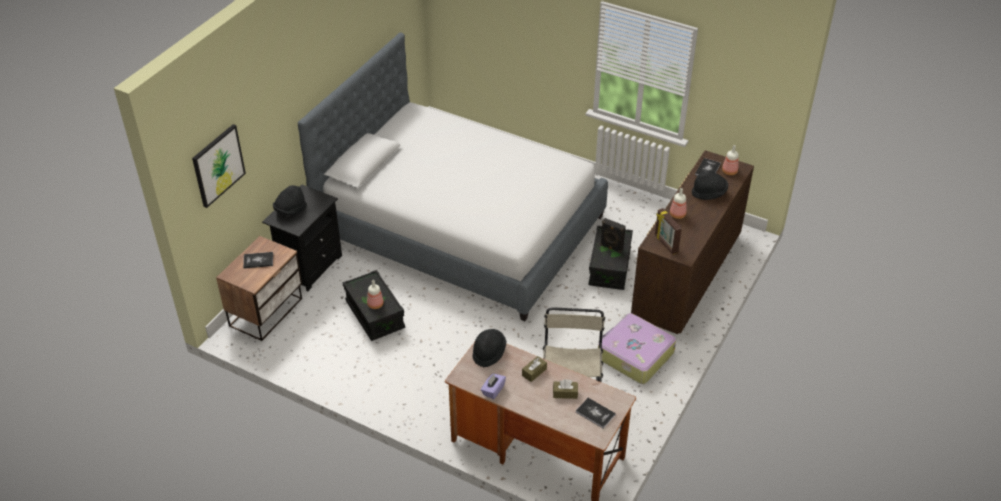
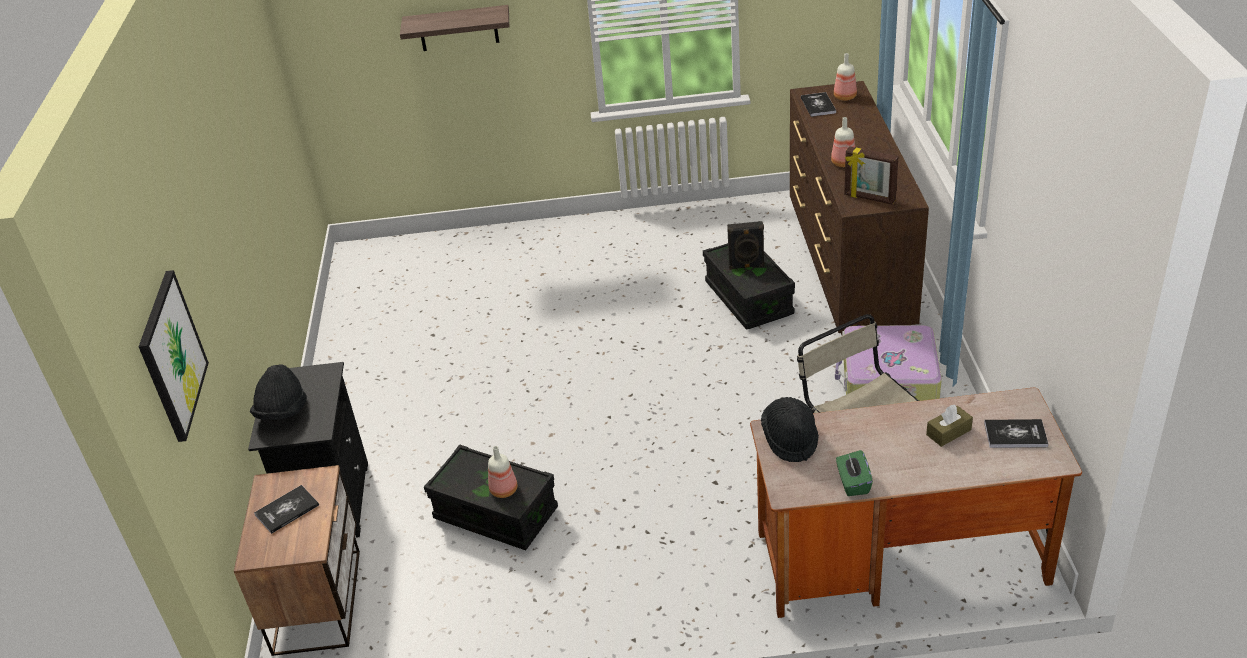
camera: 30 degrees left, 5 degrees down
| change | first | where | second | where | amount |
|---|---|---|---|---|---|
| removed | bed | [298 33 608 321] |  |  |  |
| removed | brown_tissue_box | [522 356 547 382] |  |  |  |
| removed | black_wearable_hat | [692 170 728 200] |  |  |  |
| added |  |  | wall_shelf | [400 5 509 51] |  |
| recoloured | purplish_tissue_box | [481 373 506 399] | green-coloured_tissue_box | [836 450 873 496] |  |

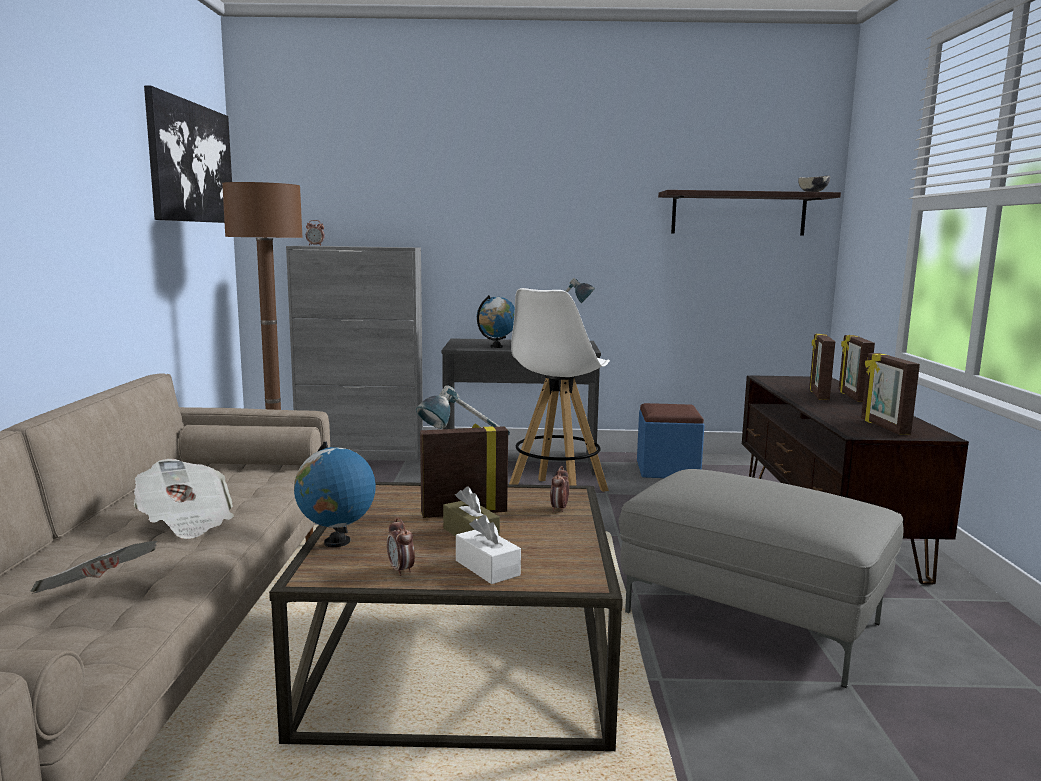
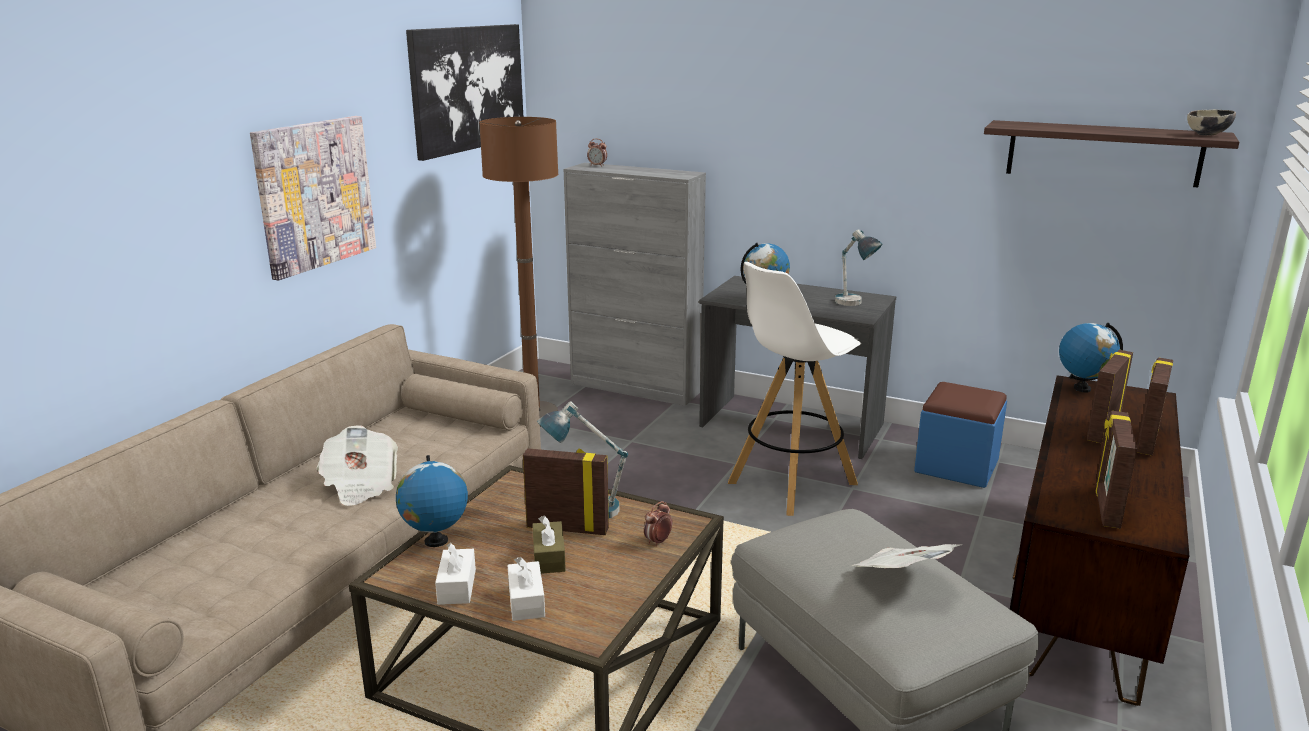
camera: 25 degrees right, 10 degrees up
| change | first | where | second | where | amount |
|---|---|---|---|---|---|
| added |  |  | wall_art | [250 116 376 281] |  |
| added |  |  | globe | [1059 322 1123 393] |  |
| moved | newspaper | [31 541 157 594] |  | [851 544 960 568] |  |
| replaced | bedside_clock | [387 517 415 576] | white_tissue_box | [435 543 476 605] |  |

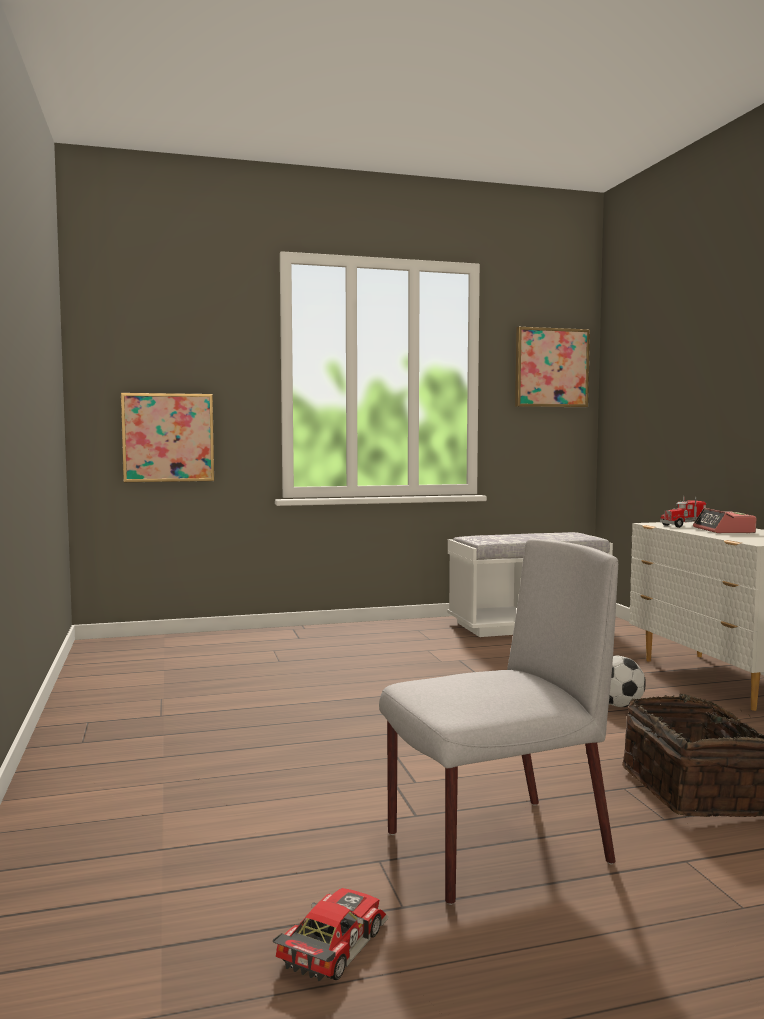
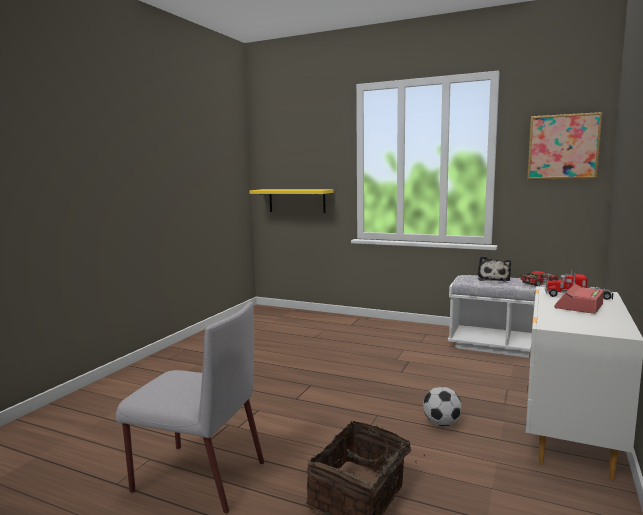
camera: 40 degrees right, 5 degrees up
| change | first | where | second | where | amount |
|---|---|---|---|---|---|
| added |  |  | plush_toy | [478 256 511 282] |  |
| moved | miniature_car | [273 888 388 981] |  | [520 271 559 286] |  |
| replaced | wall_art | [121 393 214 482] | yellow_wall_shelf | [249 189 333 213] |  |

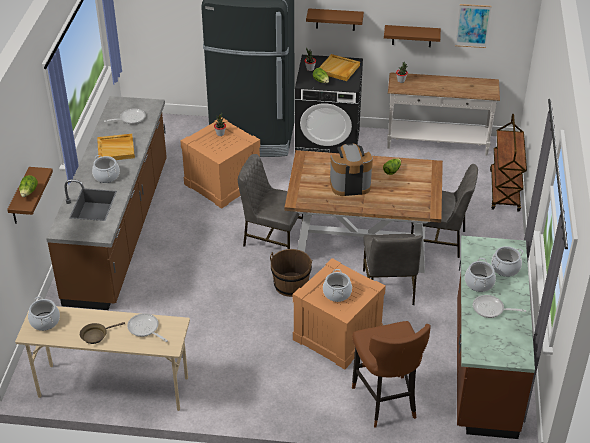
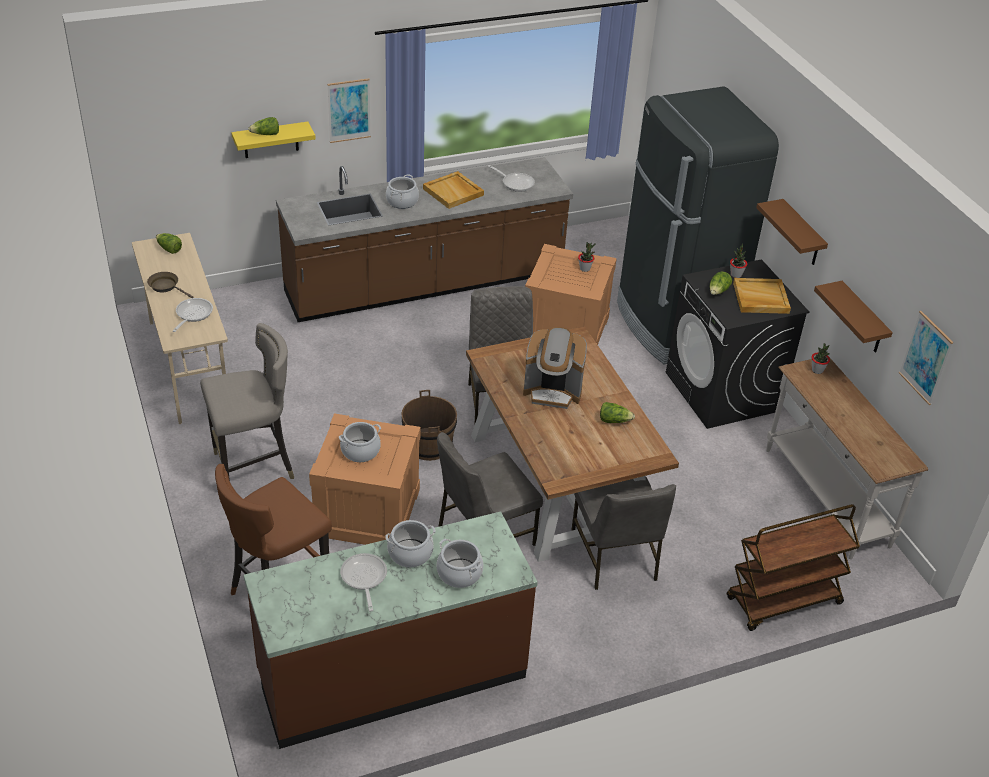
camera: 60 degrees right, 0 degrees up
| change | first | where | second | where | amount |
|---|---|---|---|---|---|
| added |  |  | greyish_sitting_stool | [200 323 294 481] |  |
| added |  |  | wall_art | [327 78 371 143] |  |
| replaced | saucepot | [28 296 60 331] | head_of_lettuce | [156 233 182 254] |  |
| recoloured | brown_wall_shelf | [7 167 53 224] | yellow_wall_shelf | [231 122 316 158] |  |
| turned | coffee_machine | [330 143 373 196] |  | [523 327 587 409] | 135 degrees clockwise |

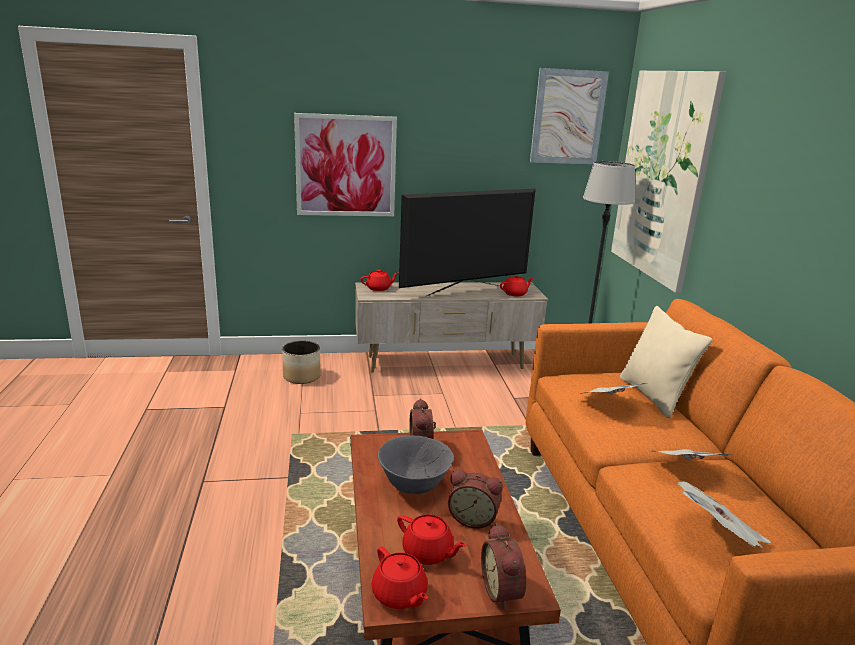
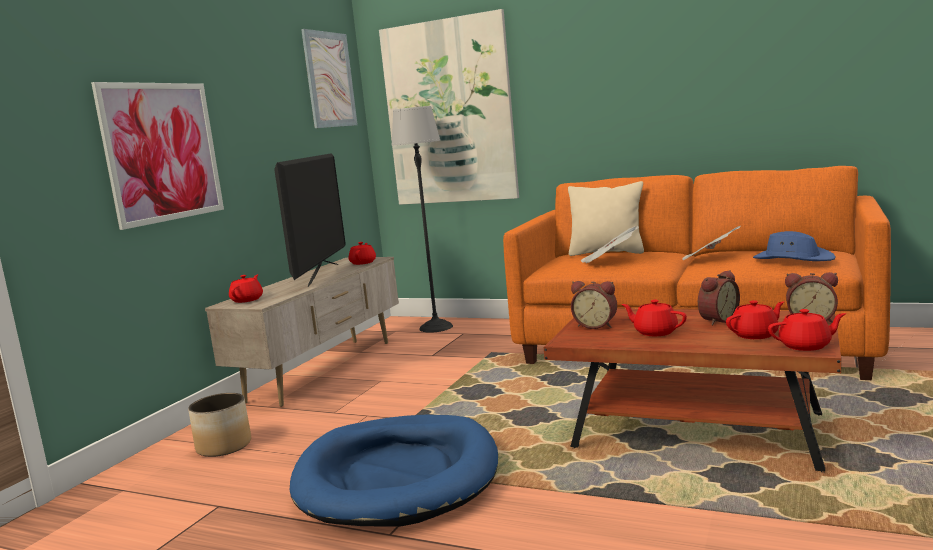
camera: 55 degrees left, 10 degrees down
| change | first | where | second | where | amount |
|---|---|---|---|---|---|
| added |  |  | blue-coloured_dog_cushion | [290 415 498 527] |  |
| replaced | greyish_serving_bowl | [378 436 454 494] | reddish_tea_pot | [621 300 687 336] |  |
| replaced | newspaper | [678 481 771 548] | blue-coloured_wearable_hat | [753 231 835 261] |  |

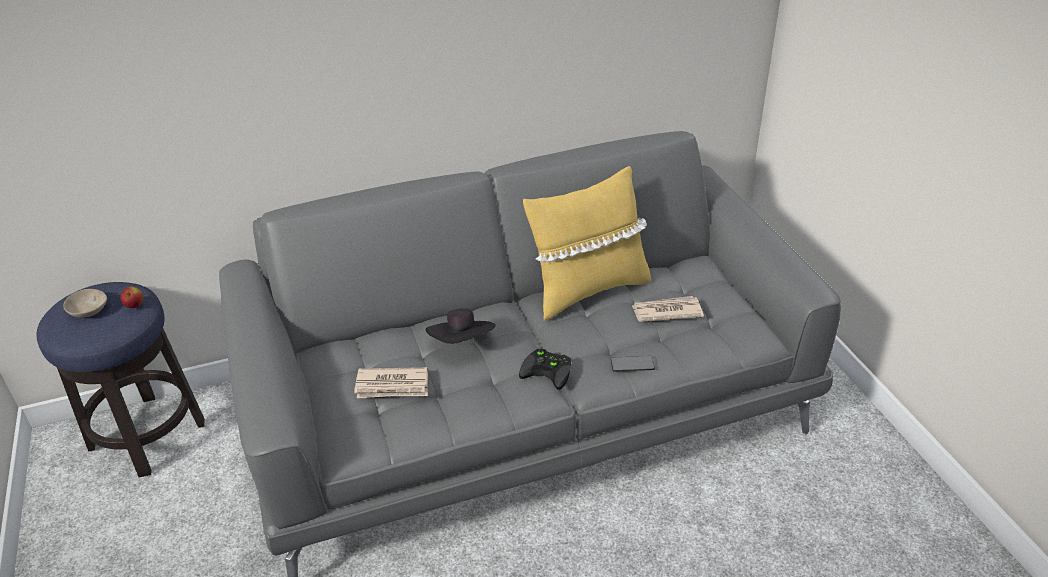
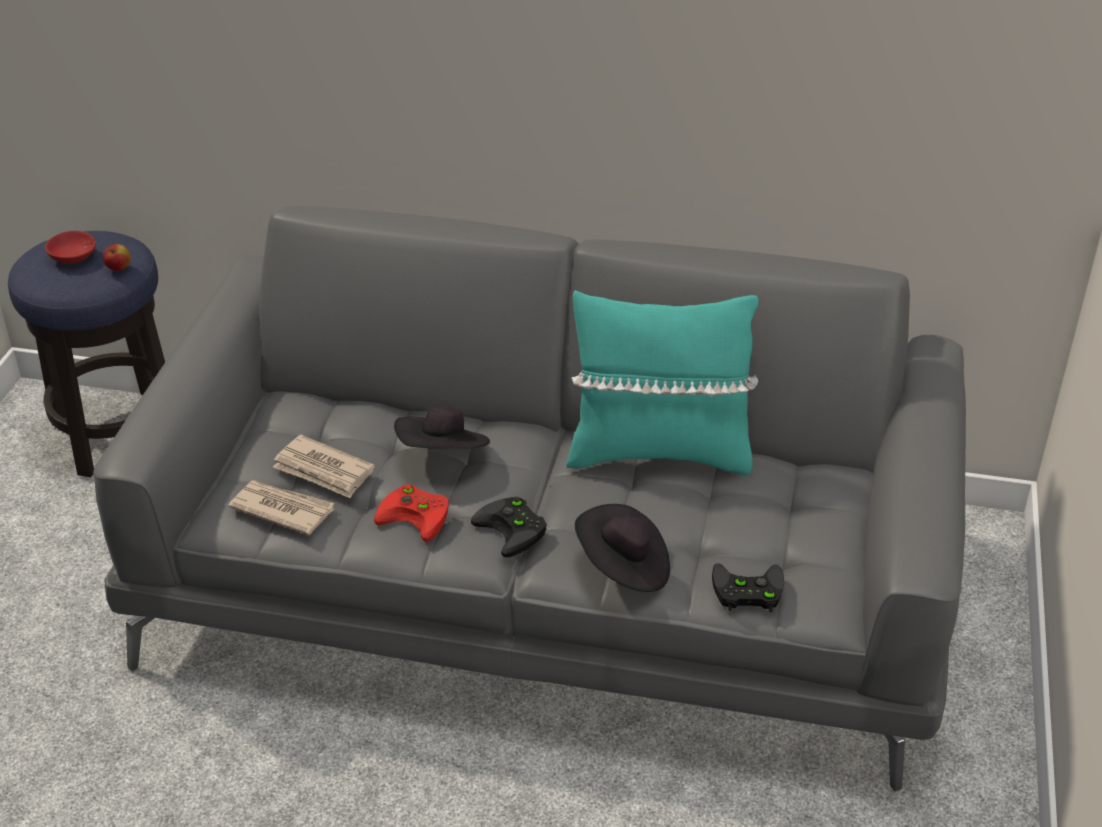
camera: 30 degrees right, 0 degrees up
| change | first | where | second | where | amount |
|---|---|---|---|---|---|
| added |  |  | reddish_game_controller | [374 484 449 542] |  |
| added |  |  | black_game_controller | [712 563 784 612] |  |
| moved | newspaper | [631 296 704 322] |  | [228 480 335 535] |  |
| replaced | handset | [611 356 655 372] | black_wearable_hat | [575 504 670 592] |  |
| recoloured | beige_serving_bowl | [63 289 107 318] | reddish_serving_bowl | [45 231 96 264] |  |
| recoloured | yellow_throw_pillow | [523 166 651 321] | turquoise_throw_pillow | [566 290 758 475] |  |

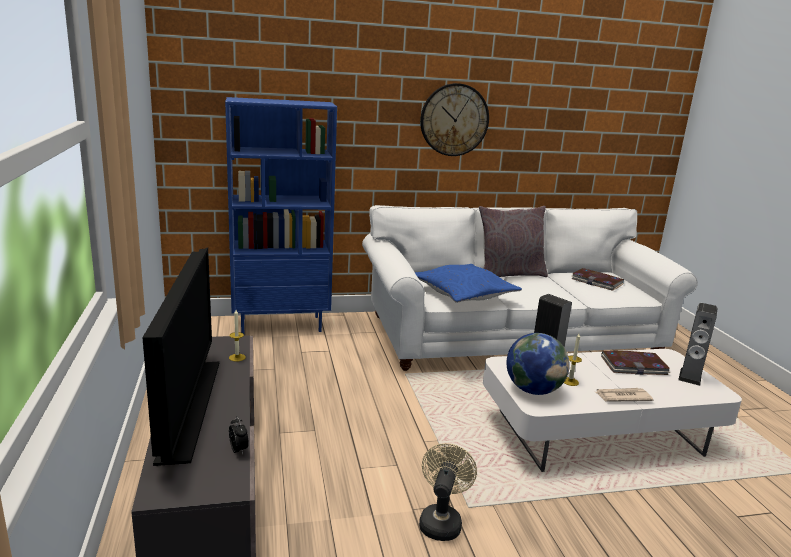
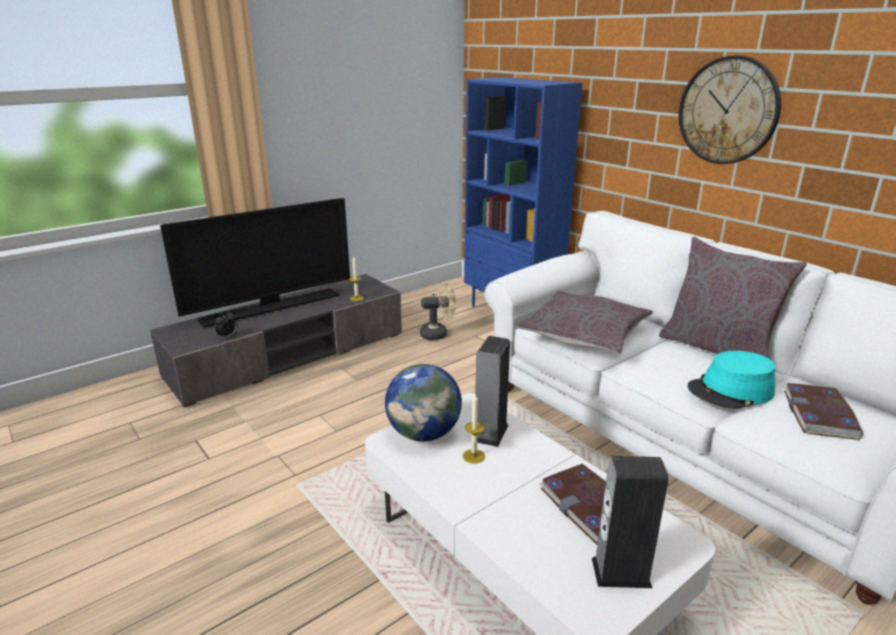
camera: 65 degrees right, 5 degrees up
| change | first | where | second | where | amount |
|---|---|---|---|---|---|
| removed | newspaper | [596 388 654 402] |  |  |  |
| added |  |  | turquoise_wearable_hat | [688 351 775 409] |  |
| moved | beige_cooling_fan | [419 443 477 541] |  | [420 283 456 340] |  |
| recoloured | blue-coloured_throw_pillow | [415 264 522 303] | greyish_throw_pillow | [515 291 653 354] |  |

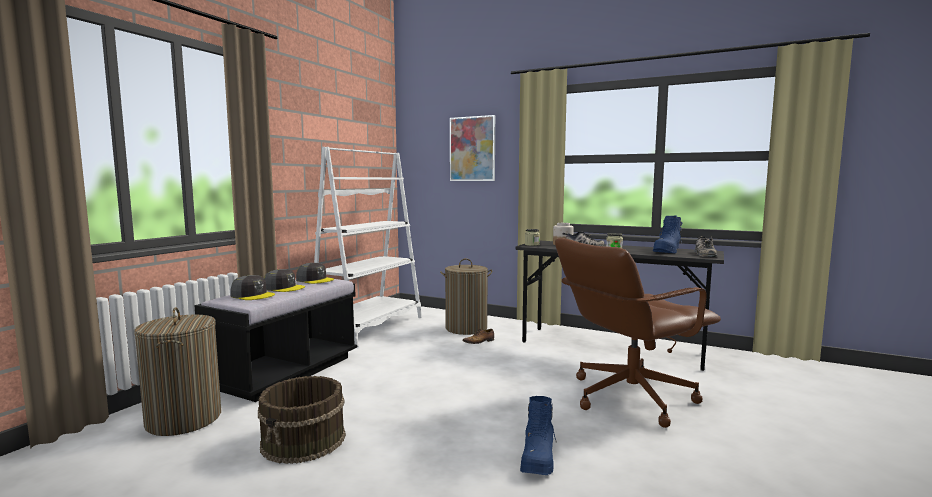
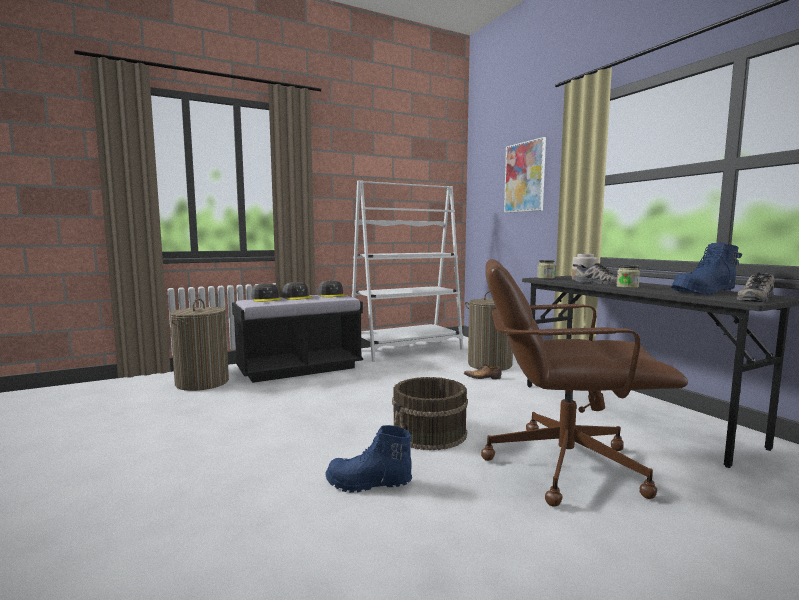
camera: 35 degrees right, 0 degrees up
| change | first | where | second | where | amount |
|---|---|---|---|---|---|
| moved | brown_bucket | [258 376 346 464] |  | [392 377 468 451] |  |
| turned | blue-coloured_high-top_boot | [520 396 557 475] |  | [325 425 412 493] | 45 degrees clockwise |

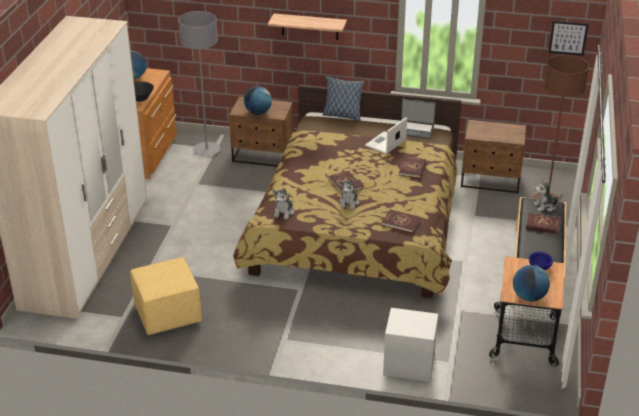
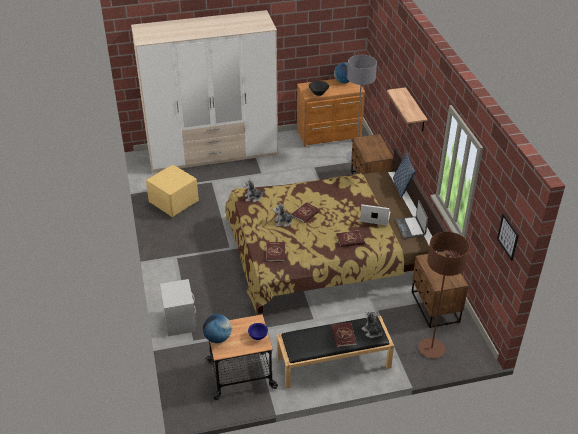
camera: 65 degrees right, 5 degrees up
| change | first | where | second | where | amount |
|---|---|---|---|---|---|
| removed | globe | [244 86 272 115] |  |  |  |

